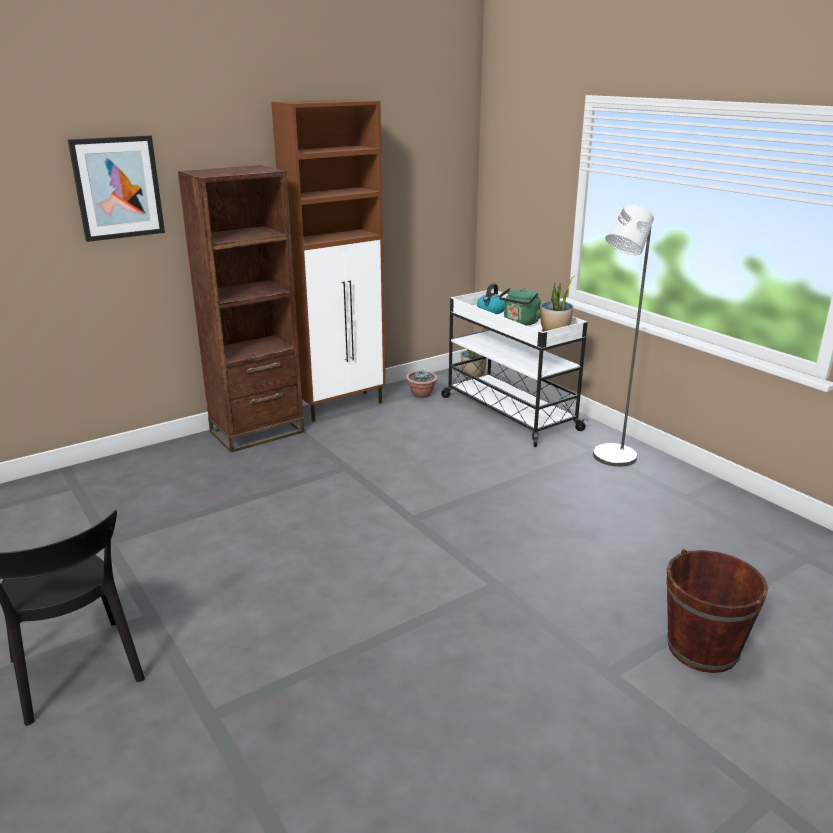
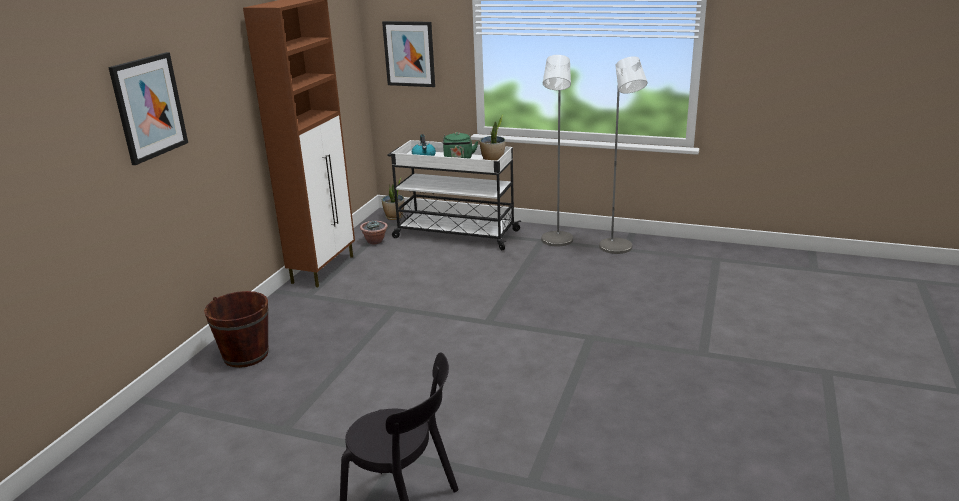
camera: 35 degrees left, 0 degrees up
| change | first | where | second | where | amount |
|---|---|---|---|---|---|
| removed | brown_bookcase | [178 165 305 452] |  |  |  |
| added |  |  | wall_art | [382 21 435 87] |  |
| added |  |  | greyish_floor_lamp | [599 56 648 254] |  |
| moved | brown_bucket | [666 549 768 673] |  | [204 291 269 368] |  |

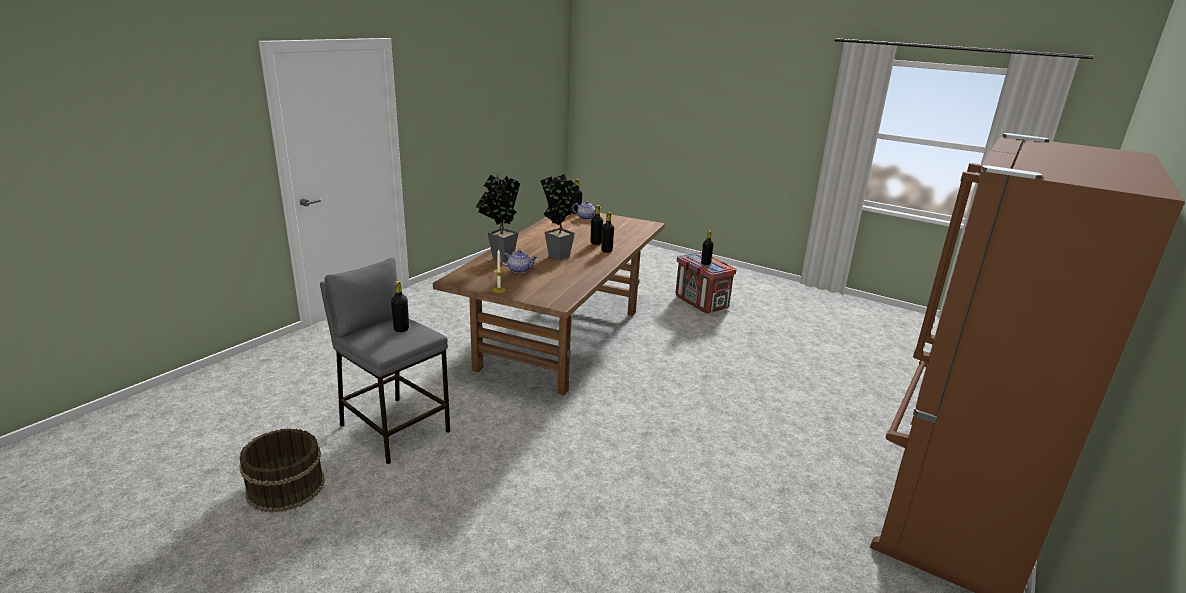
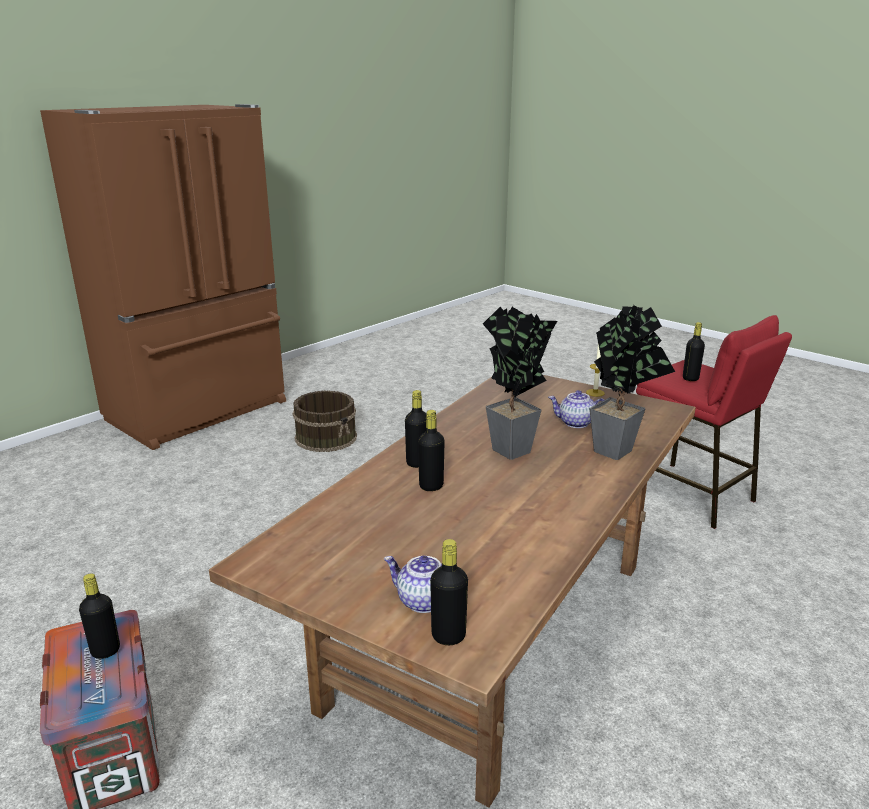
camera: 170 degrees left, 0 degrees up
| change | first | where | second | where | amount |
|---|---|---|---|---|---|
| moved | brown_bucket | [240 428 325 513] |  | [292 390 357 452] |  |
| recoloured | greyish_sitting_stool | [320 258 450 464] | reddish_sitting_stool | [636 315 792 529] |  |

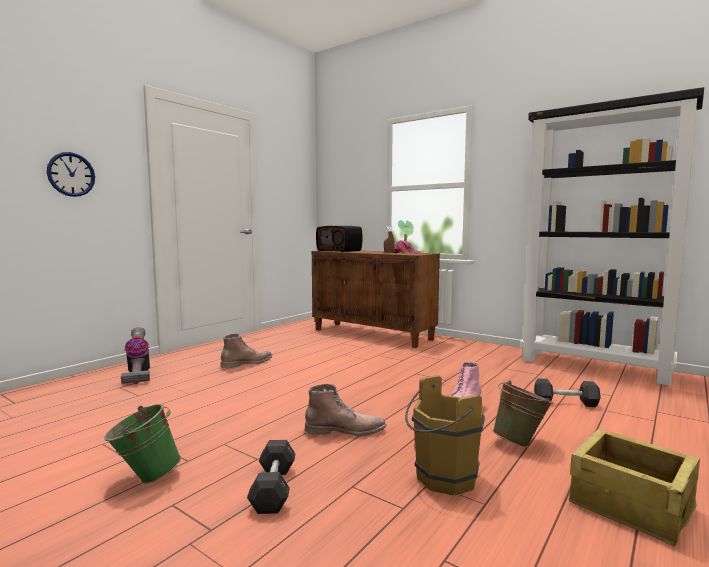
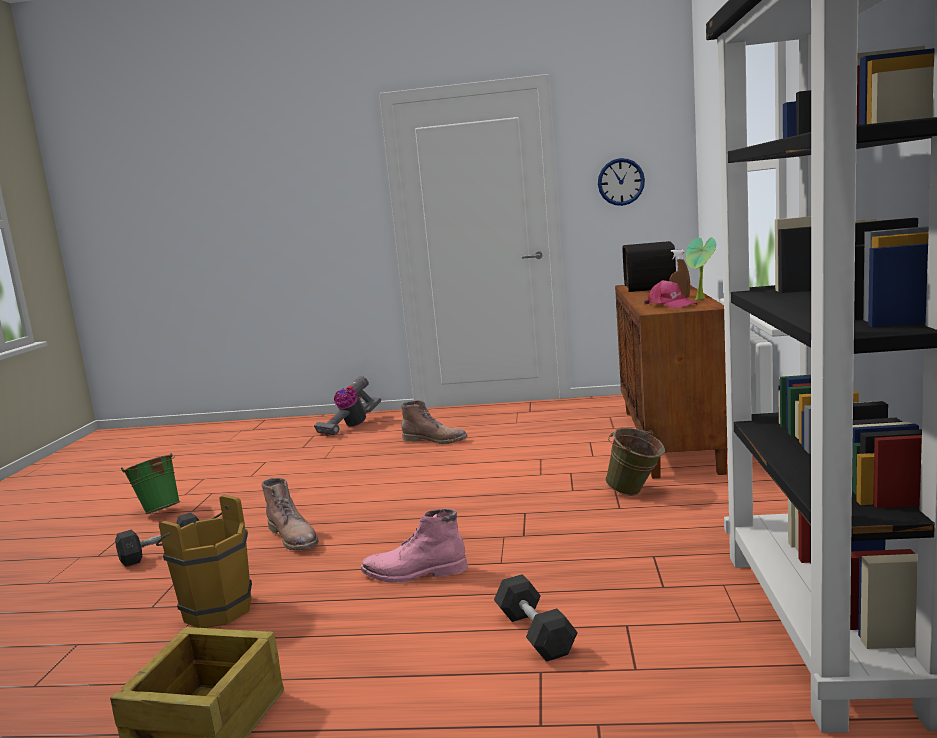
camera: 60 degrees right, 5 degrees up
| change | first | where | second | where | amount |
|---|---|---|---|---|---|
| moved | wall_clock | [47 152 95 197] |  | [598 158 645 206] |  |
| moved | green-coloured_bucket | [493 381 553 448] |  | [605 428 665 496] |  |

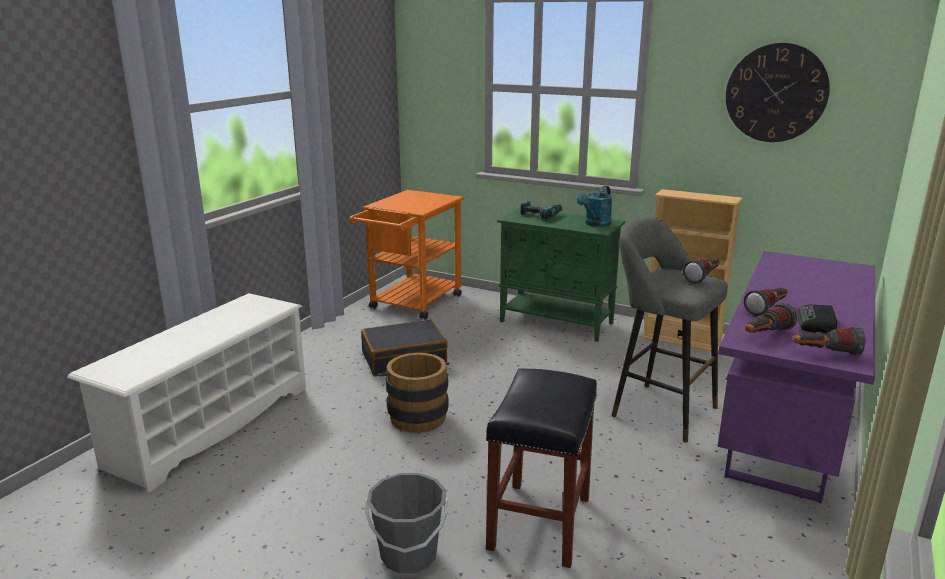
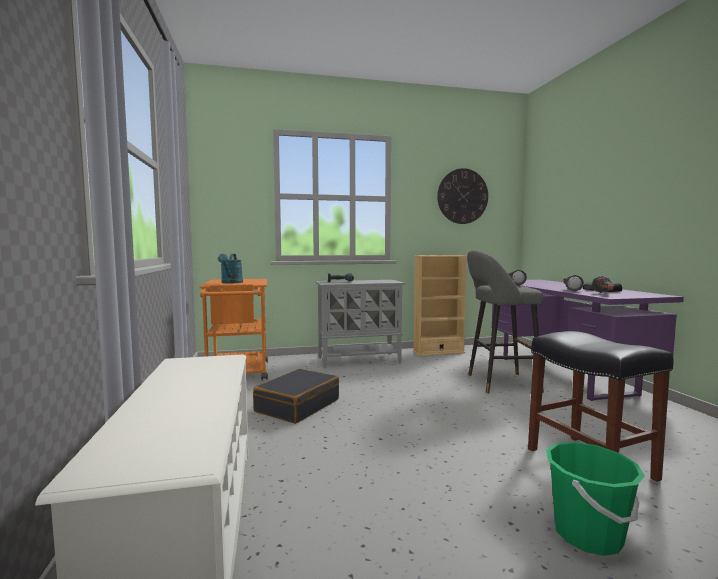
camera: 40 degrees left, 15 degrees down
| change | first | where | second | where | amount |
|---|---|---|---|---|---|
| removed | brown_bucket | [377 353 450 433] |  |  |  |
| removed | torch | [793 327 865 356] |  |  |  |
| moved | turquoise_watering_can | [576 186 612 227] |  | [218 254 243 284] |  |
| recoloured | greyish_bucket | [365 473 448 573] | green-coloured_bucket | [546 442 645 556] |  |
| recoloured | green-coloured_storage_cabinet | [497 207 625 342] | greyish_storage_cabinet | [315 280 405 368] |  |

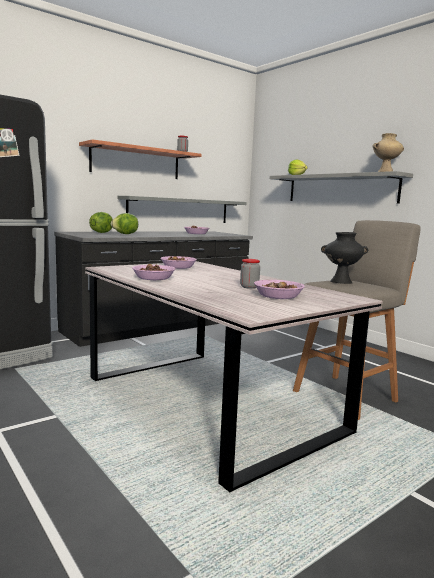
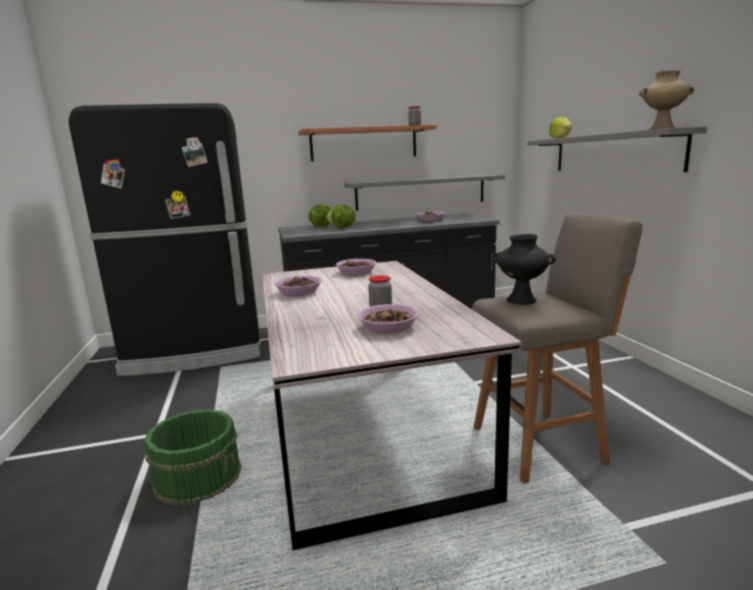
camera: 25 degrees right, 5 degrees up
| change | first | where | second | where | amount |
|---|---|---|---|---|---|
| added |  |  | green-coloured_bucket | [144 409 242 506] |  |

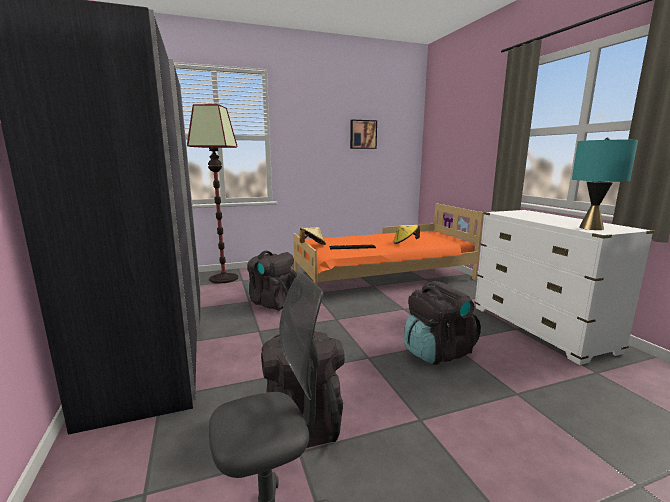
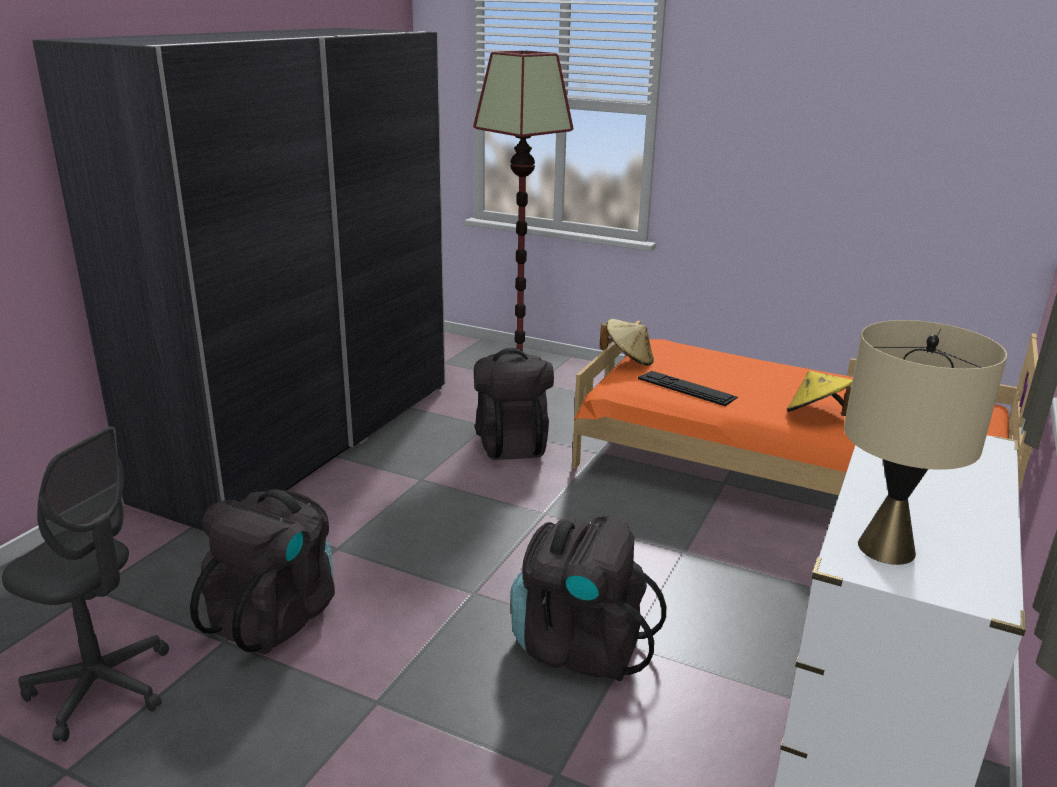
camera: 45 degrees right, 10 degrees up
| change | first | where | second | where | amount |
|---|---|---|---|---|---|
| removed | wall_art | [350 120 377 149] |  |  |  |
| recoloured | turquoise_lamp_for_a_table | [572 137 638 230] | beige_lamp_for_a_table | [844 320 1007 565] |  |

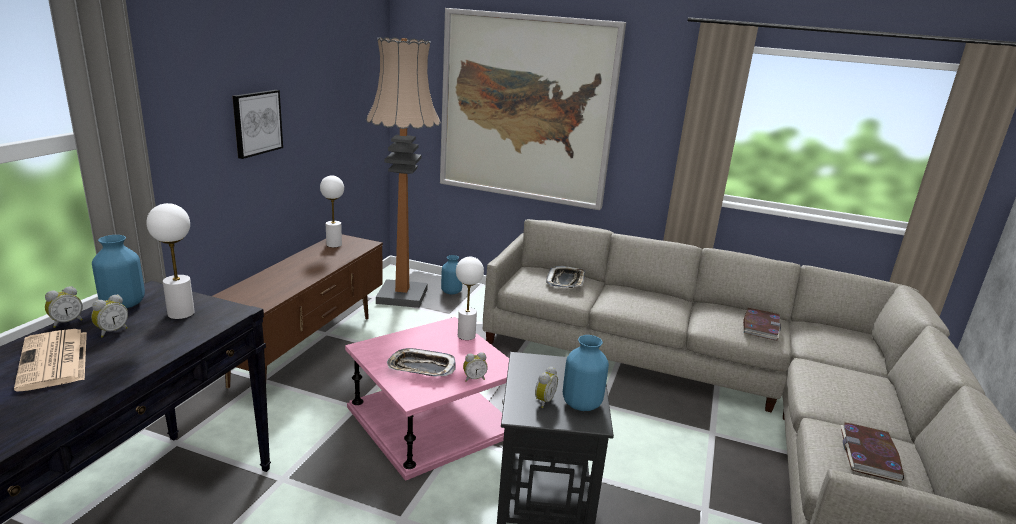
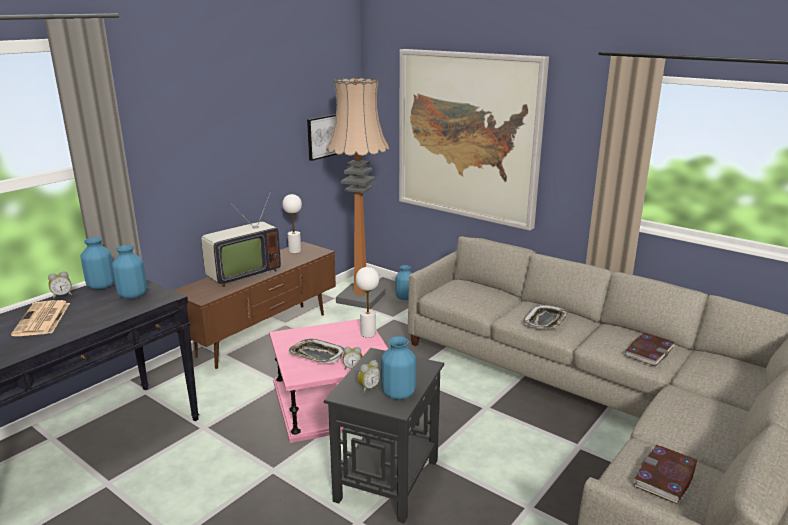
camera: 20 degrees right, 0 degrees up
| change | first | where | second | where | amount |
|---|---|---|---|---|---|
| removed | bedside_clock | [91 294 128 338] |  |  |  |
| added |  |  | television | [201 191 281 287] |  |
| moved | wall_art | [232 90 283 159] |  | [307 114 337 161] |  |
| moved | tray | [546 266 586 288] |  | [523 305 568 329] |  |
| replaced | white_lamp_for_a_table | [147 203 195 319] | blue-coloured_flower_vase | [112 245 147 299] |  |

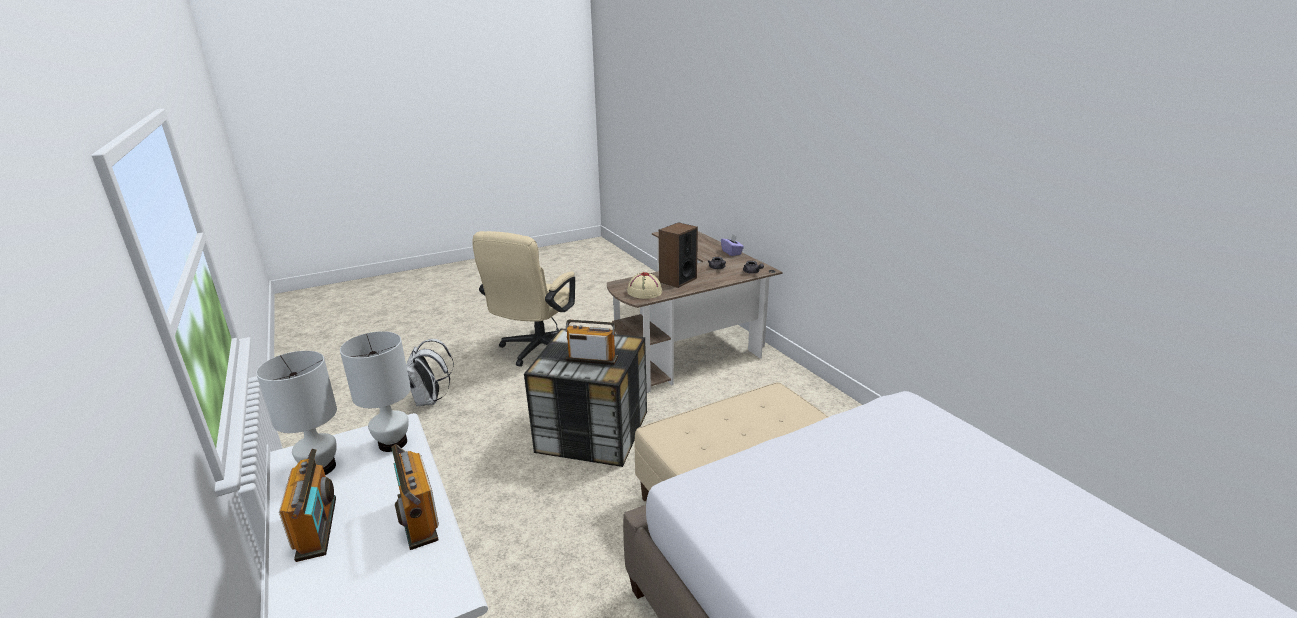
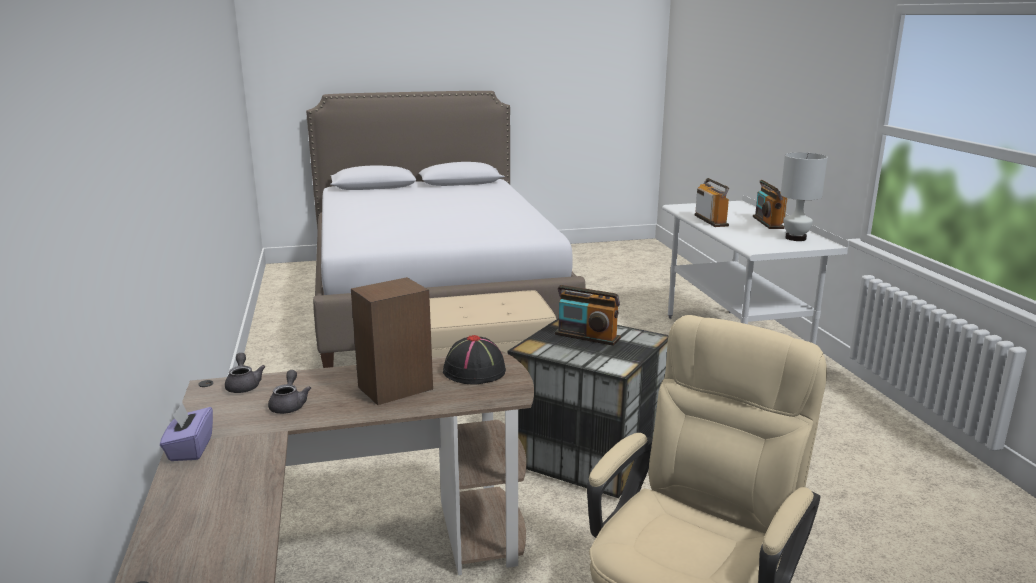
camera: 165 degrees left, 5 degrees down
| change | first | where | second | where | amount |
|---|---|---|---|---|---|
| removed | white_lamp_for_a_table | [340 331 411 452] |  |  |  |
| removed | white_rucksack | [406 339 454 406] |  |  |  |
| recoloured | beige_wearable_hat | [627 272 662 299] | black_wearable_hat | [443 335 506 385] |  |

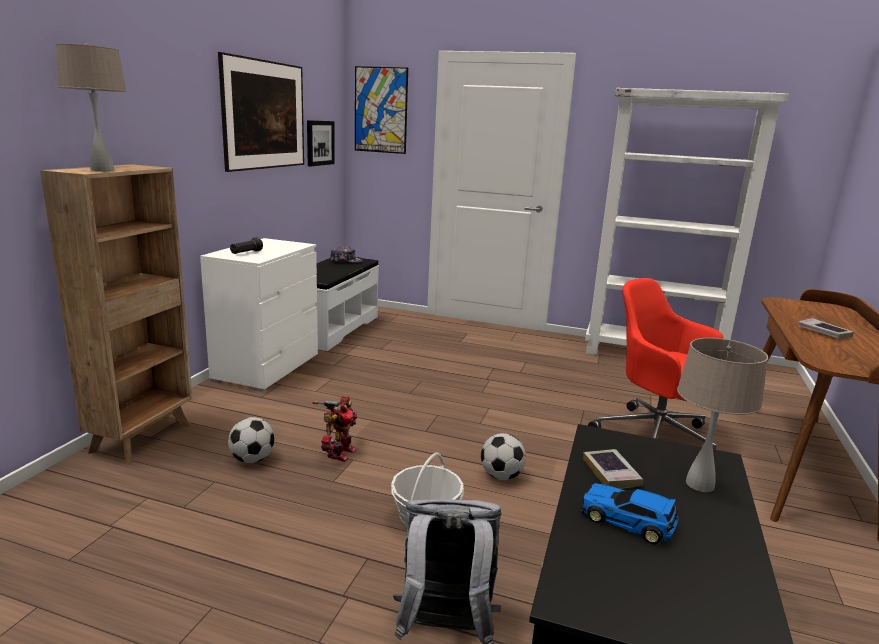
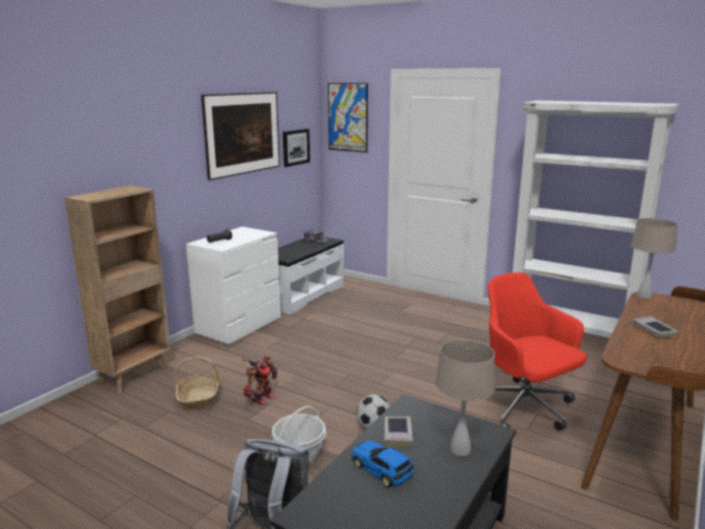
camera: 15 degrees right, 0 degrees up
| change | first | where | second | where | amount |
|---|---|---|---|---|---|
| moved | beige_lamp_for_a_table | [55 43 127 171] |  | [631 218 678 299] |  |
| replaced | football_ball | [228 417 274 463] | basket | [174 357 220 410] |  |

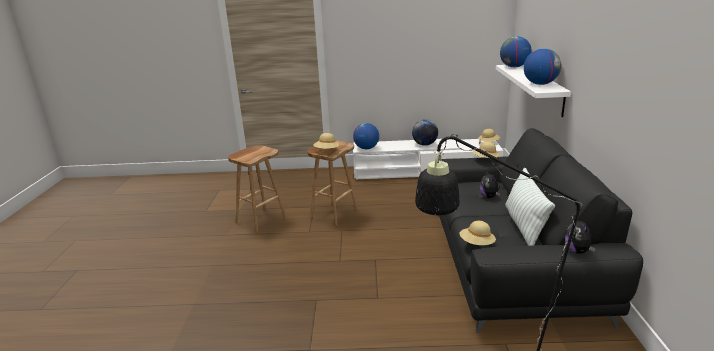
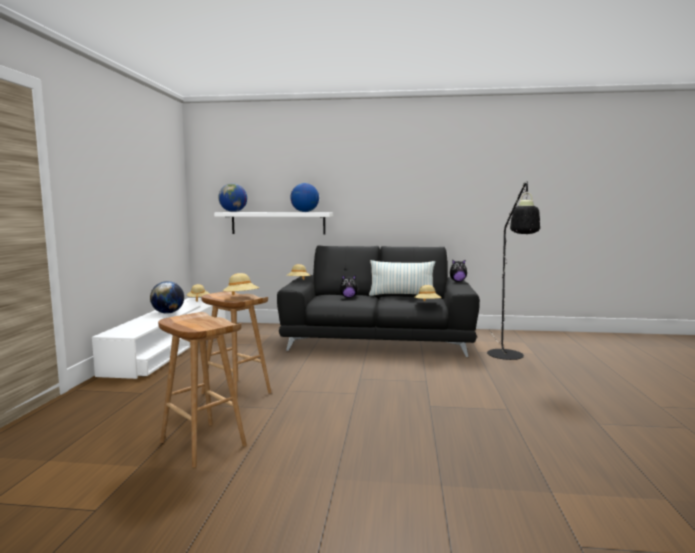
camera: 85 degrees left, 15 degrees down
| change | first | where | second | where | amount |
|---|---|---|---|---|---|
| removed | globe | [353 123 379 149] |  |  |  |

